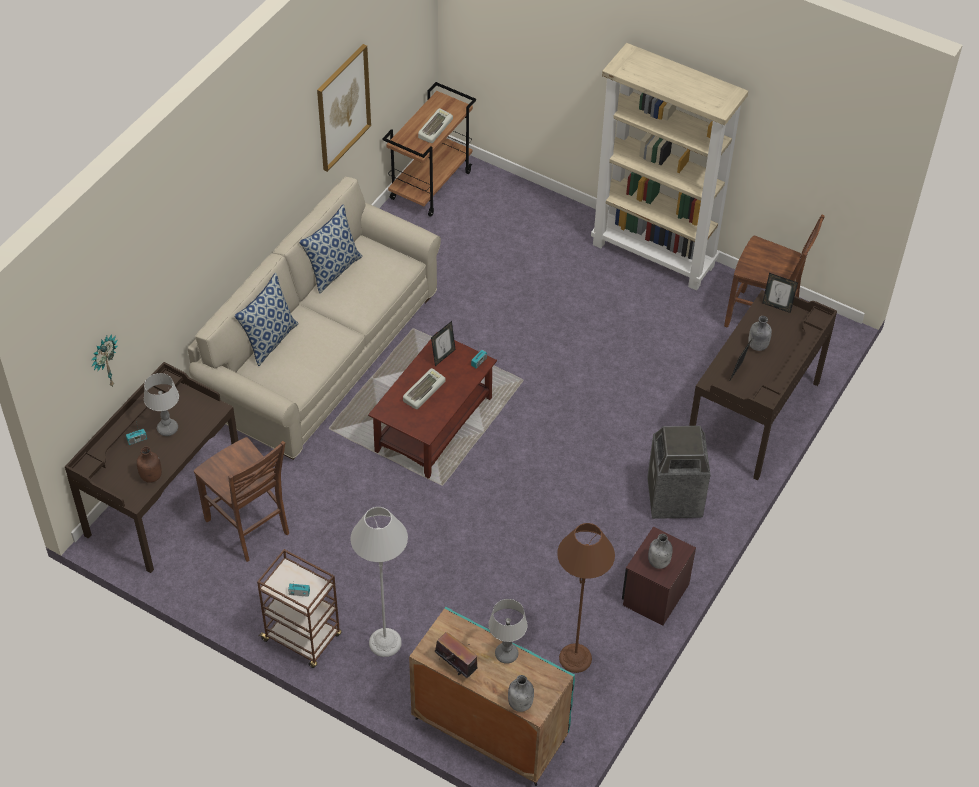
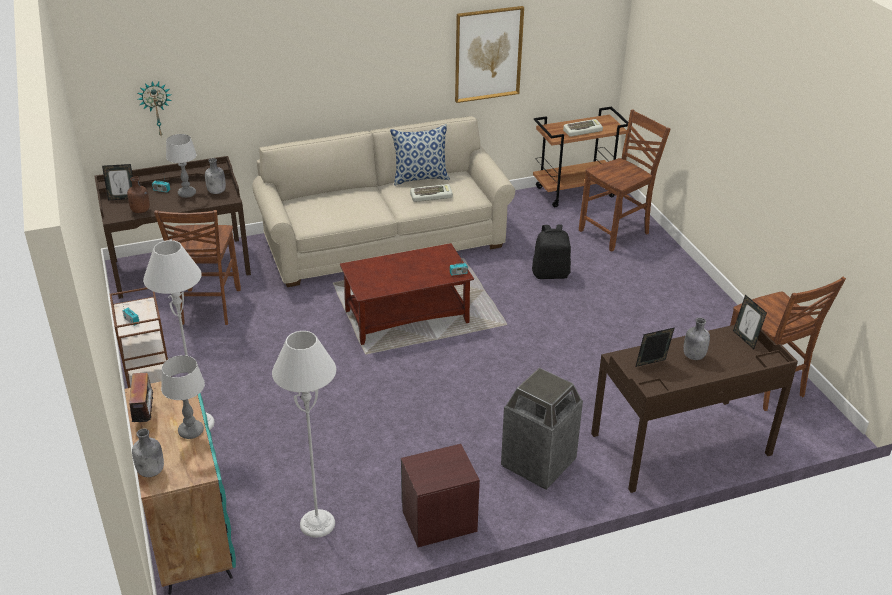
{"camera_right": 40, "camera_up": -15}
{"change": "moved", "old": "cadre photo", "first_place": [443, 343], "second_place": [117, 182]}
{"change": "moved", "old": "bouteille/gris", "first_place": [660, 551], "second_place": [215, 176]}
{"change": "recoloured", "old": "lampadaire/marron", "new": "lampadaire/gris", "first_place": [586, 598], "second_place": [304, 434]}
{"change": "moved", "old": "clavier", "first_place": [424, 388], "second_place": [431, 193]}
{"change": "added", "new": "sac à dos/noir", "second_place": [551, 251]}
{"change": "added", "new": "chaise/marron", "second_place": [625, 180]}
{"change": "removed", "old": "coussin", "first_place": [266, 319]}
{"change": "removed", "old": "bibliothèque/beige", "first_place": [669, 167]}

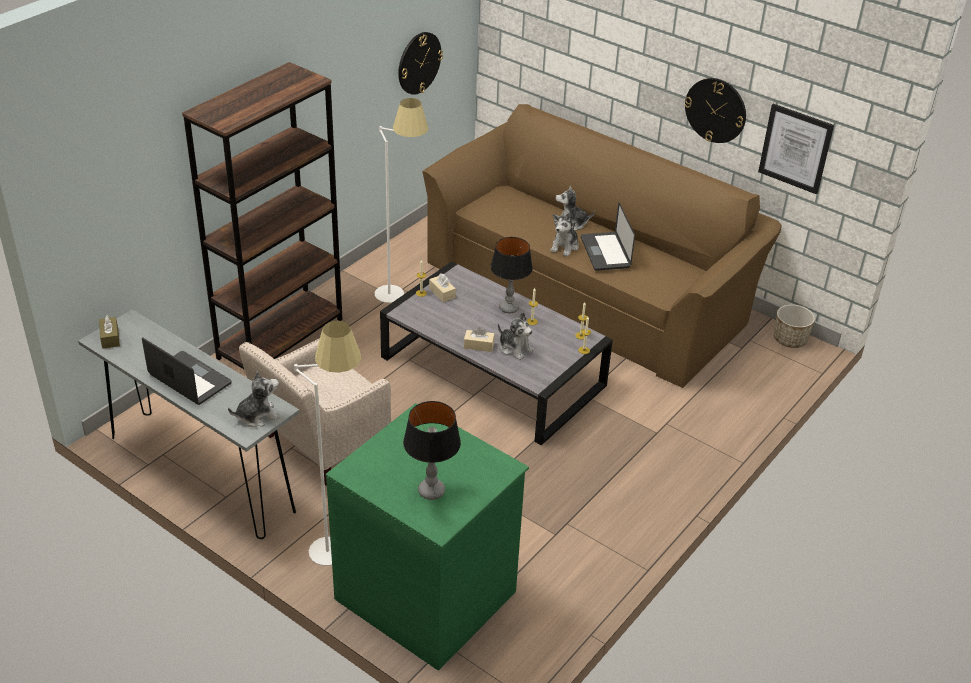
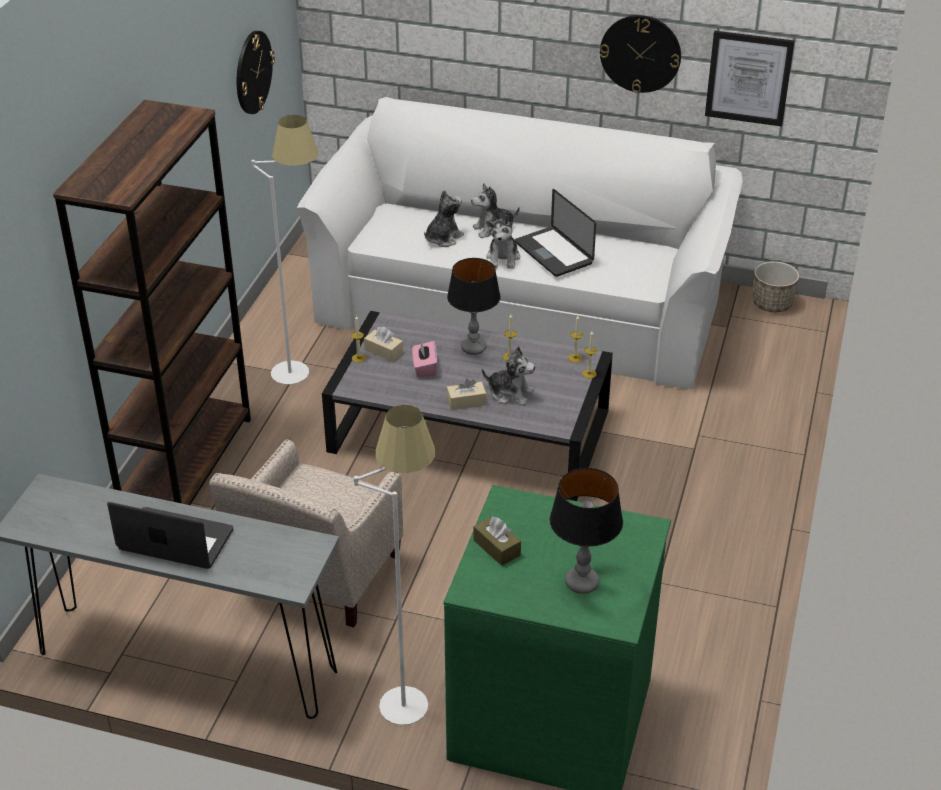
{"camera_right": -20, "camera_up": 0}
{"change": "recoloured", "old": "canapé/marron", "new": "canapé/blanc", "first_place": [602, 246], "second_place": [520, 243]}
{"change": "added", "new": "boîte à mouchoirs/rose", "second_place": [424, 359]}
{"change": "moved", "old": "peluche", "first_place": [254, 399], "second_place": [444, 218]}
{"change": "moved", "old": "boîte à mouchoirs/marron", "first_place": [109, 332], "second_place": [497, 541]}

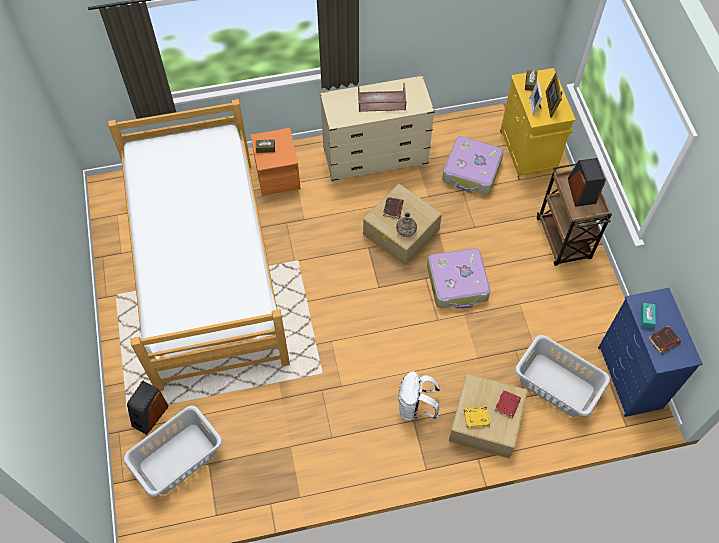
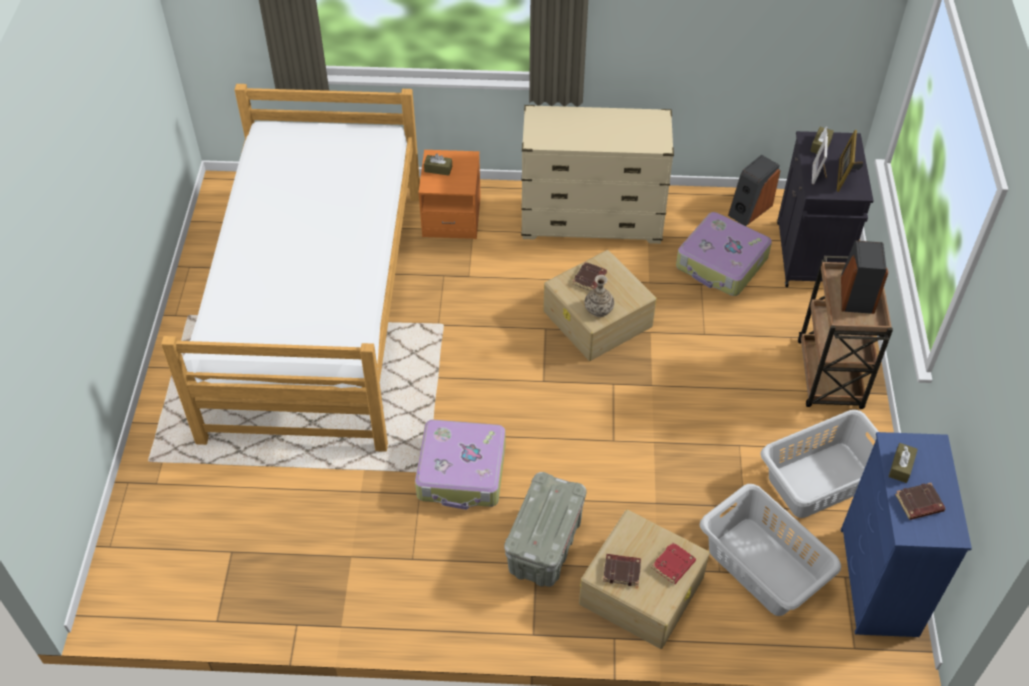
{"camera_right": 15, "camera_up": -10}
{"change": "moved", "old": "valise", "first_place": [458, 278], "second_place": [460, 465]}
{"change": "replaced", "old": "sac à dos/blanc", "new": "boîte de rangement/gris", "first_place": [419, 396], "second_place": [545, 529]}
{"change": "recoloured", "old": "livre/jaune", "new": "livre/marron", "first_place": [477, 417], "second_place": [622, 570]}
{"change": "moved", "old": "enceinte", "first_place": [148, 408], "second_place": [754, 190]}
{"change": "moved", "old": "panier à linge/gris", "first_place": [173, 451], "second_place": [820, 464]}
{"change": "recoloured", "old": "meuble de rangement/jaune", "new": "meuble de rangement/noir", "first_place": [538, 124], "second_place": [825, 209]}
{"change": "recoloured", "old": "boîte à mouchoirs/turquoise", "new": "boîte à mouchoirs/marron", "first_place": [648, 315], "second_place": [903, 463]}
{"change": "removed", "old": "plateau/marron", "first_place": [382, 97]}

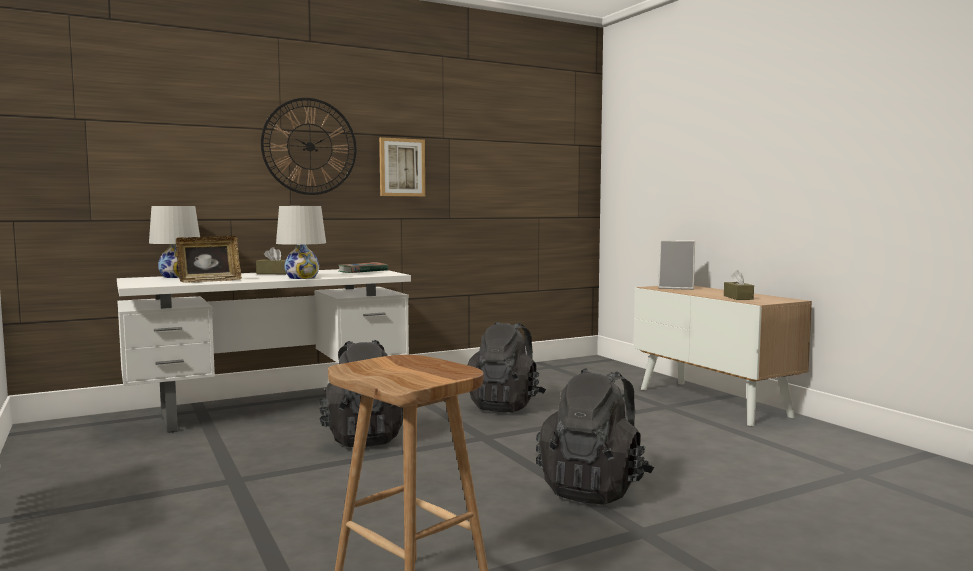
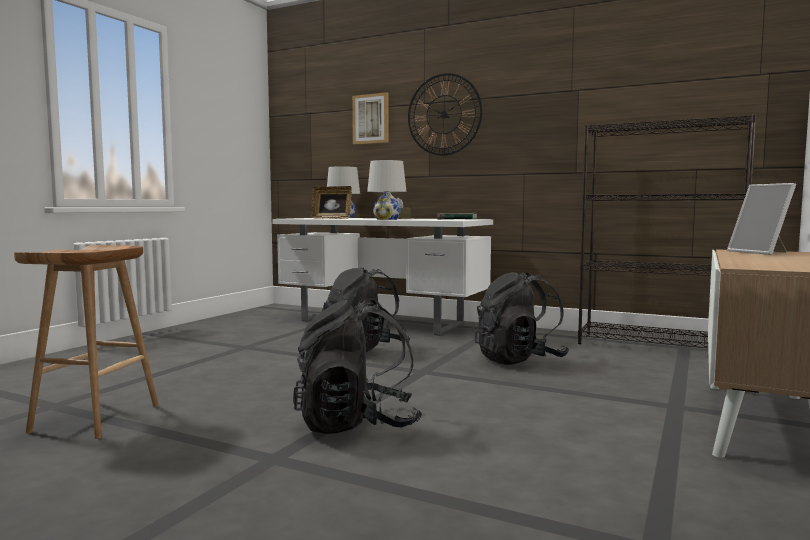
{"camera_right": 55, "camera_up": 0}
{"change": "moved", "old": "tableau", "first_place": [402, 167], "second_place": [370, 118]}
{"change": "added", "new": "bibliothèque/noir", "second_place": [667, 231]}
{"change": "removed", "old": "boîte à mouchoirs/marron", "first_place": [739, 285]}

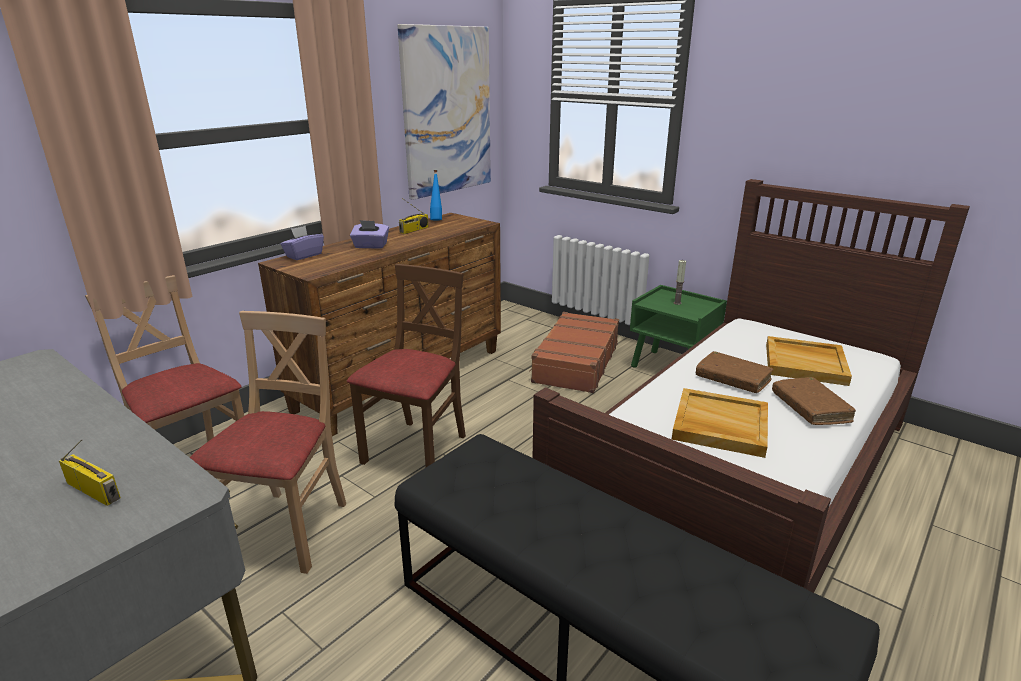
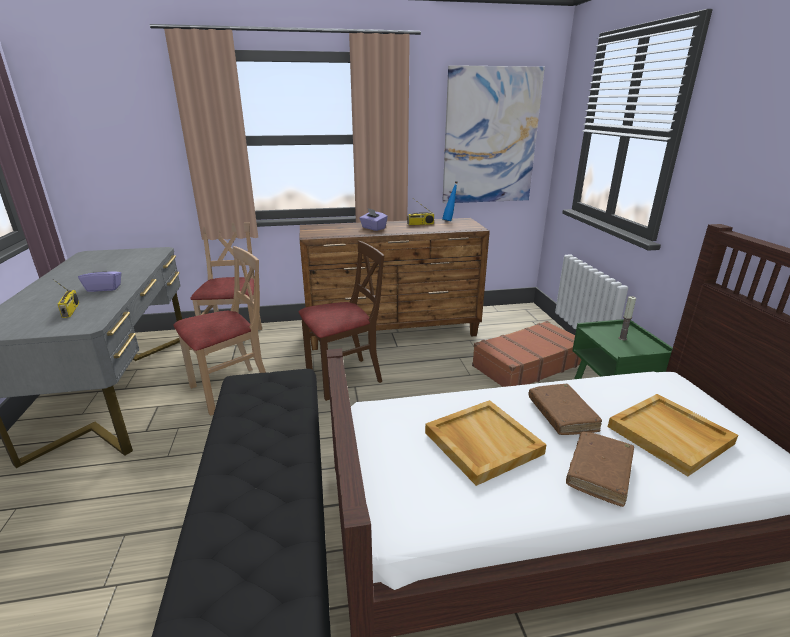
{"camera_right": 40, "camera_up": 0}
{"change": "moved", "old": "boîte à mouchoirs/violet", "first_place": [302, 243], "second_place": [100, 277]}

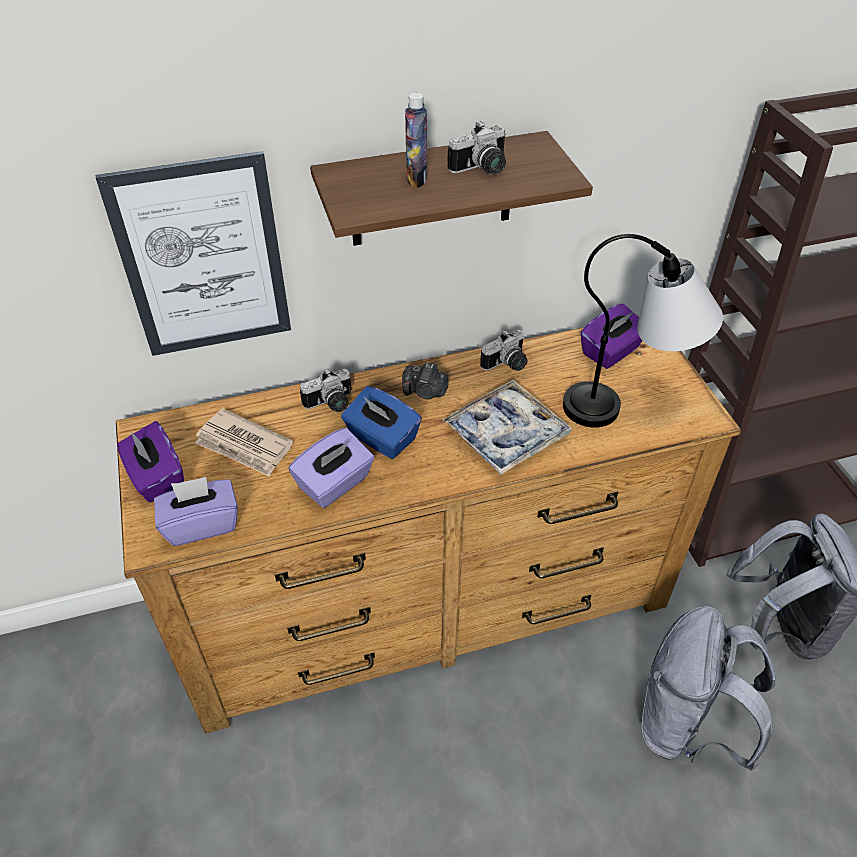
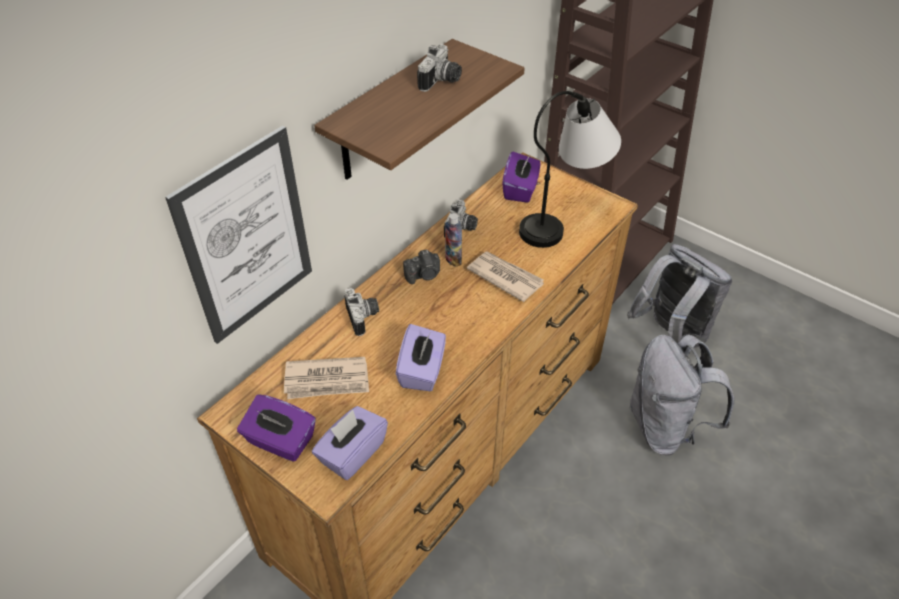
{"camera_right": -35, "camera_up": 0}
{"change": "turned", "old": "appareil photo", "first_place": [325, 390], "second_place": [361, 312], "degrees": -45}
{"change": "moved", "old": "bouteille", "first_place": [416, 140], "second_place": [453, 240]}
{"change": "replaced", "old": "plateau", "new": "journal", "first_place": [507, 427], "second_place": [505, 276]}
{"change": "removed", "old": "boîte à mouchoirs/bleu", "first_place": [381, 422]}

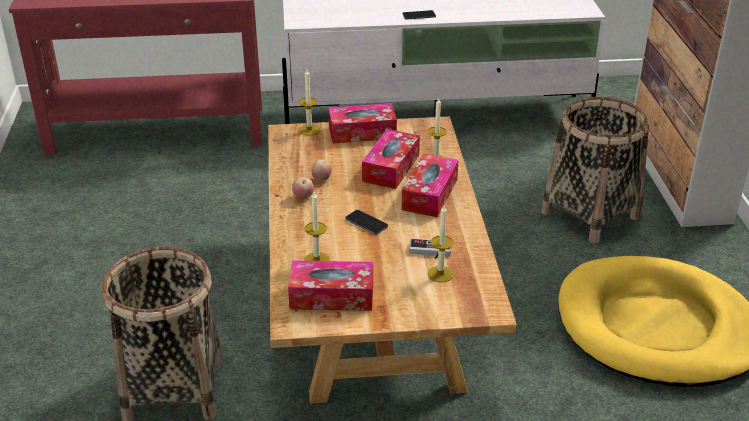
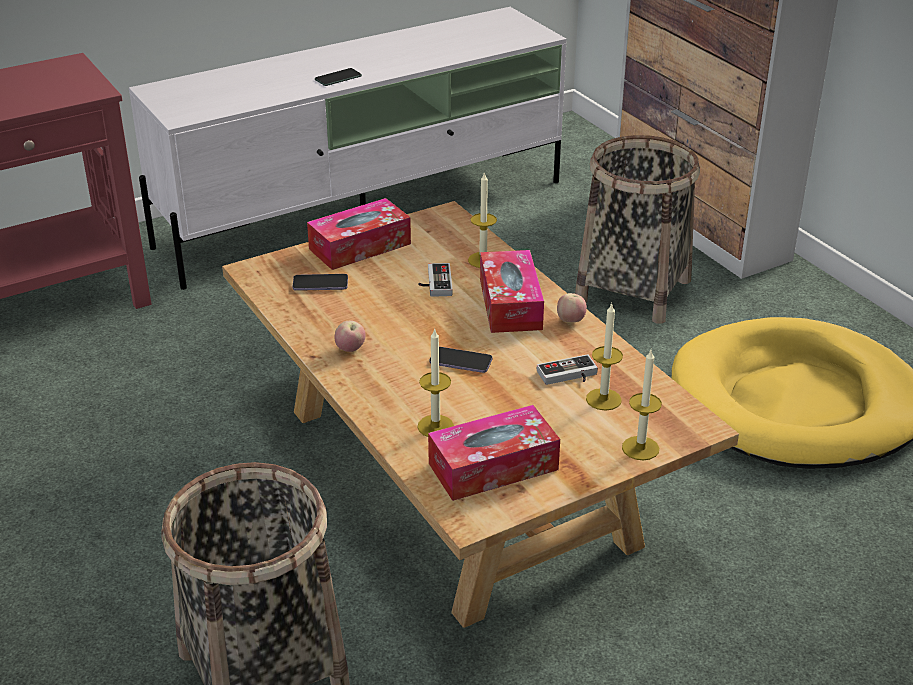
{"camera_right": -25, "camera_up": 0}
{"change": "added", "new": "téléphone", "second_place": [320, 282]}
{"change": "replaced", "old": "boîte à mouchoirs", "new": "manette", "first_place": [391, 159], "second_place": [436, 280]}
{"change": "moved", "old": "pomme", "first_place": [321, 170], "second_place": [572, 307]}
{"change": "moved", "old": "bougie", "first_place": [309, 103], "second_place": [642, 405]}

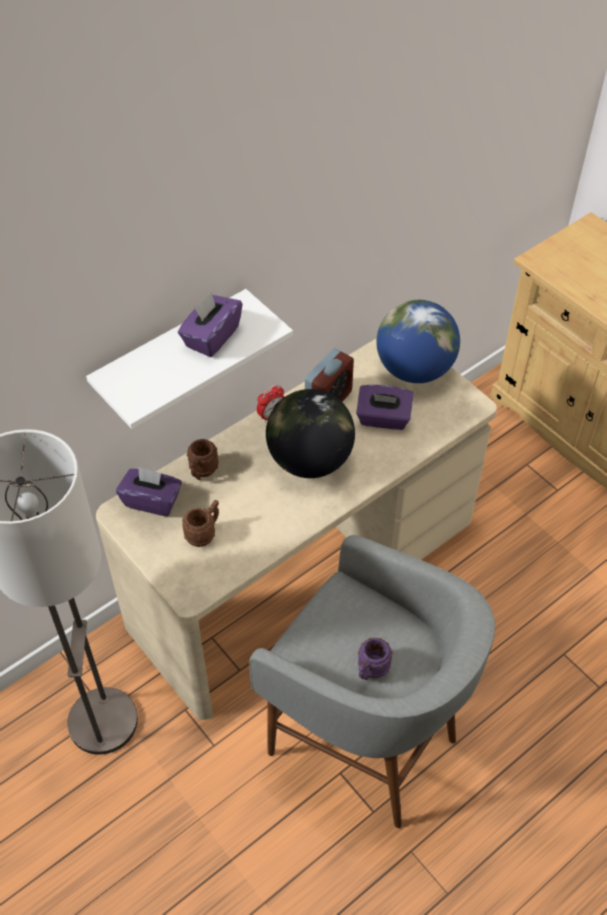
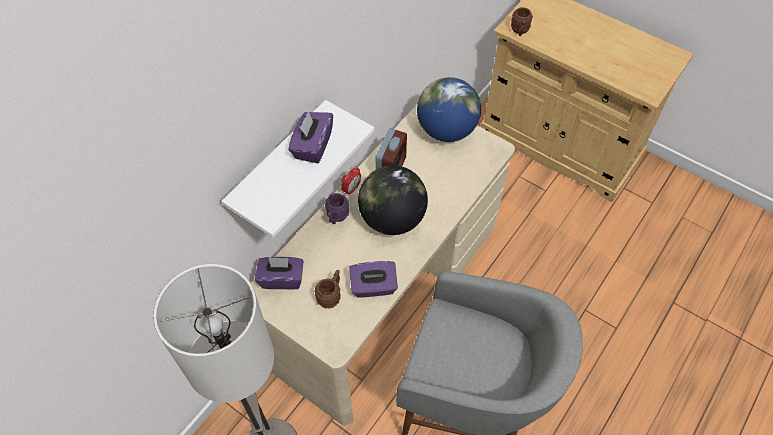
{"camera_right": -15, "camera_up": 5}
{"change": "moved", "old": "mug/violet", "first_place": [375, 659], "second_place": [337, 208]}
{"change": "moved", "old": "boîte à mouchoirs/violet", "first_place": [385, 407], "second_place": [373, 279]}
{"change": "moved", "old": "mug/marron", "first_place": [202, 459], "second_place": [522, 21]}

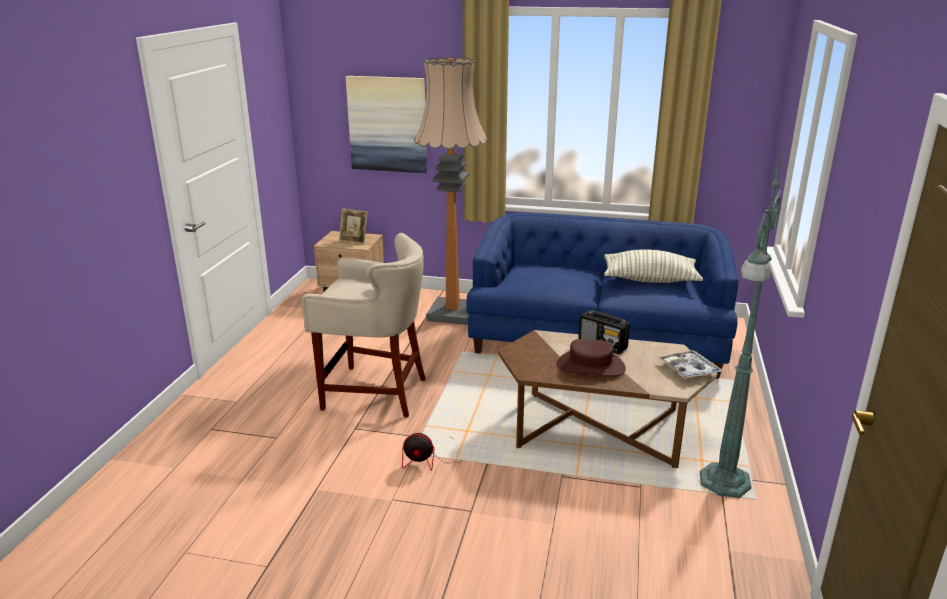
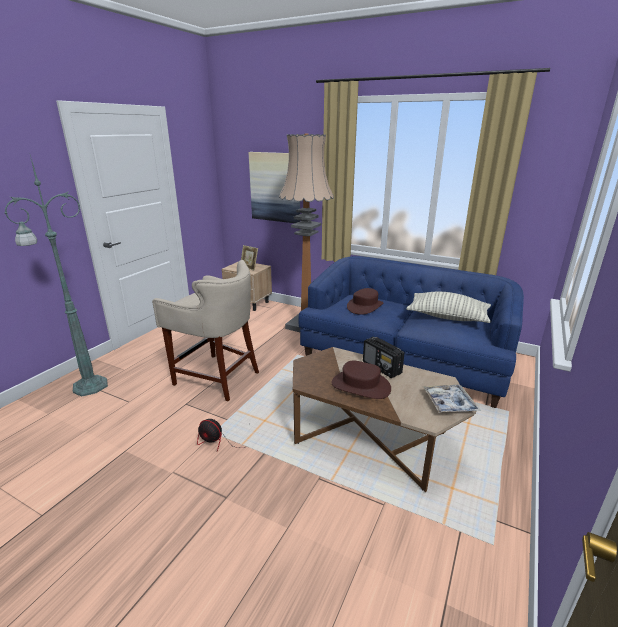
{"camera_right": 15, "camera_up": 0}
{"change": "moved", "old": "lampadaire/vert", "first_place": [741, 320], "second_place": [56, 276]}
{"change": "added", "new": "chapeau/marron", "second_place": [365, 301]}

